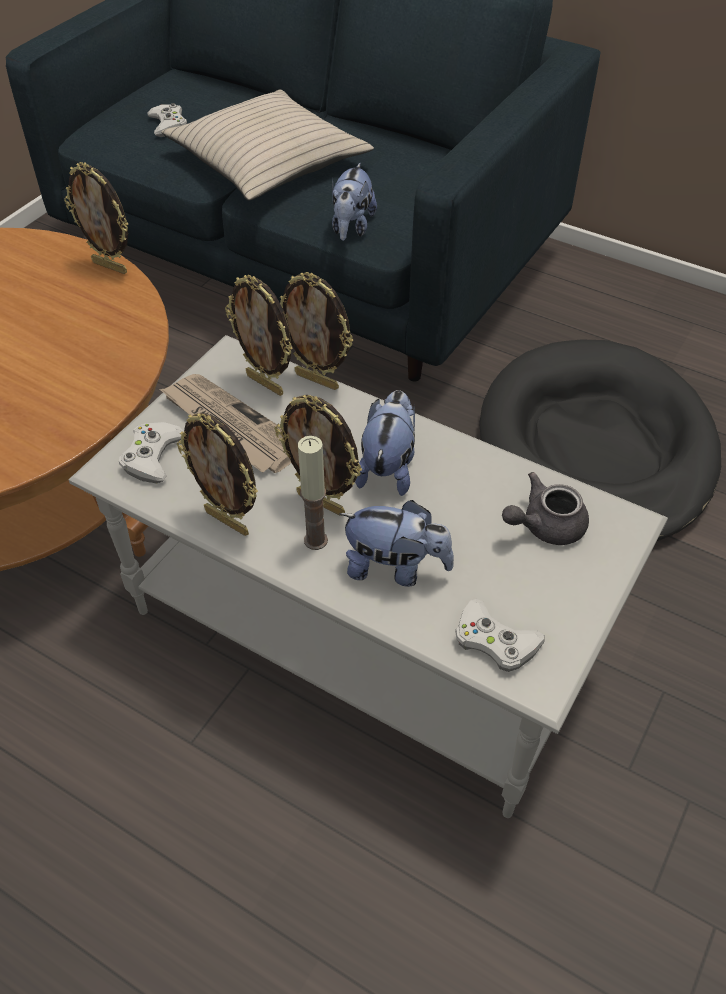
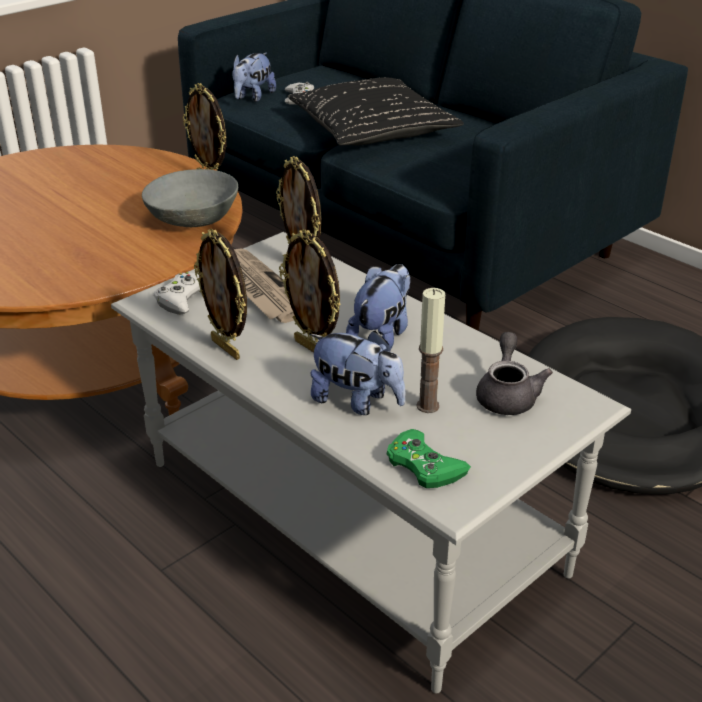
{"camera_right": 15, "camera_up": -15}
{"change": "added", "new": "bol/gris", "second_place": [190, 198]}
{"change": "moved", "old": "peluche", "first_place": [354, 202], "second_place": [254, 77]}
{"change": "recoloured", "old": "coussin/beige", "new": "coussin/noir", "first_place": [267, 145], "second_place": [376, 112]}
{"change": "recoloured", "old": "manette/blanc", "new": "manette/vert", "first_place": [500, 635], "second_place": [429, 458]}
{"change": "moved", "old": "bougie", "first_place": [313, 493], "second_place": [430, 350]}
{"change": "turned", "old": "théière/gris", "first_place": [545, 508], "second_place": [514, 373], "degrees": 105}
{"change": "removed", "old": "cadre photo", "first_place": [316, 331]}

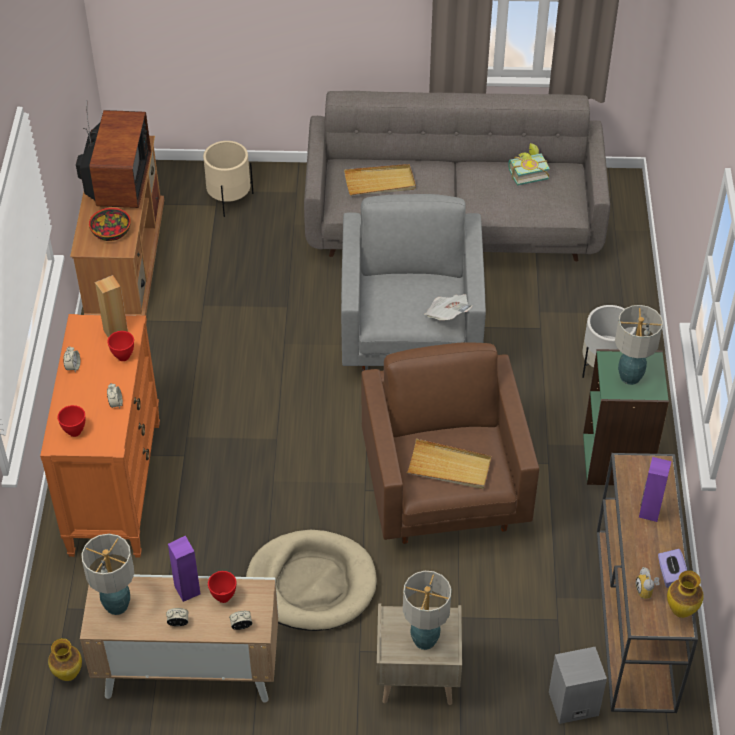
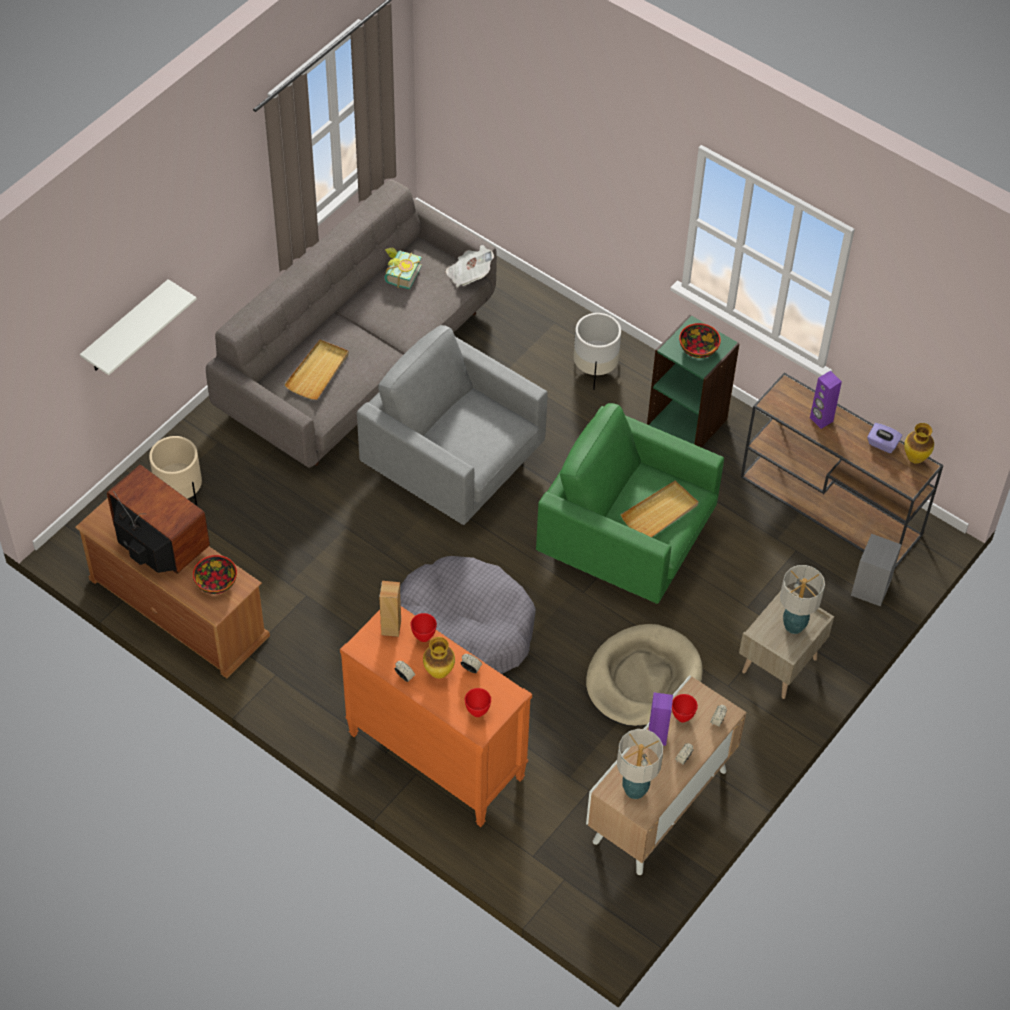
{"camera_right": -55, "camera_up": 5}
{"change": "added", "new": "étagère/blanc", "second_place": [138, 327]}
{"change": "added", "new": "panier pour chien/gris", "second_place": [468, 615]}
{"change": "moved", "old": "vase", "first_place": [65, 659], "second_place": [439, 658]}
{"change": "moved", "old": "journal", "first_place": [448, 307], "second_place": [470, 266]}
{"change": "recoloured", "old": "fauteuil/marron", "new": "fauteuil/vert", "first_place": [450, 443], "second_place": [630, 503]}
{"change": "replaced", "old": "lampe de table", "new": "bol", "first_place": [639, 345], "second_place": [700, 340]}
{"change": "removed", "old": "réveil", "first_place": [648, 583]}

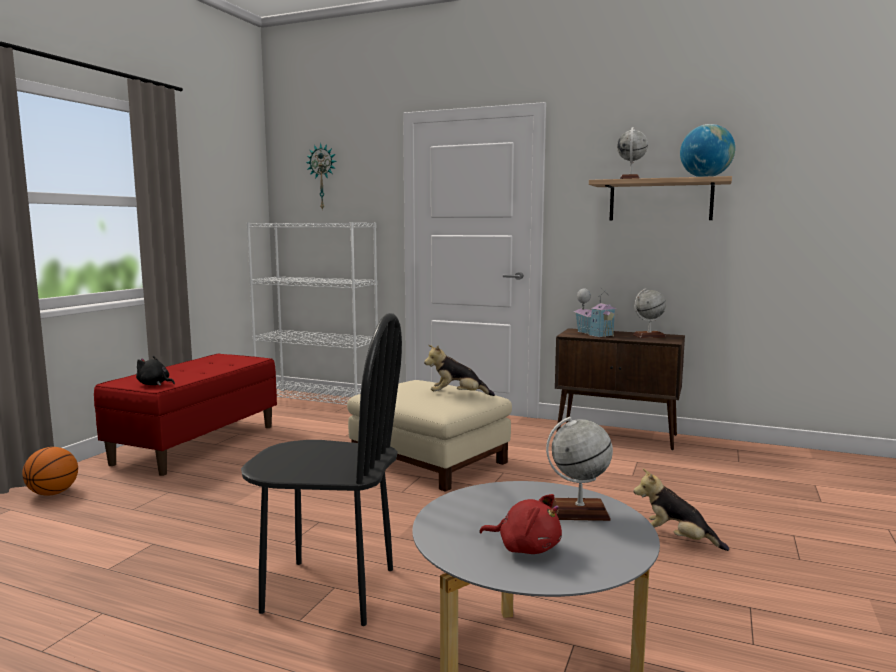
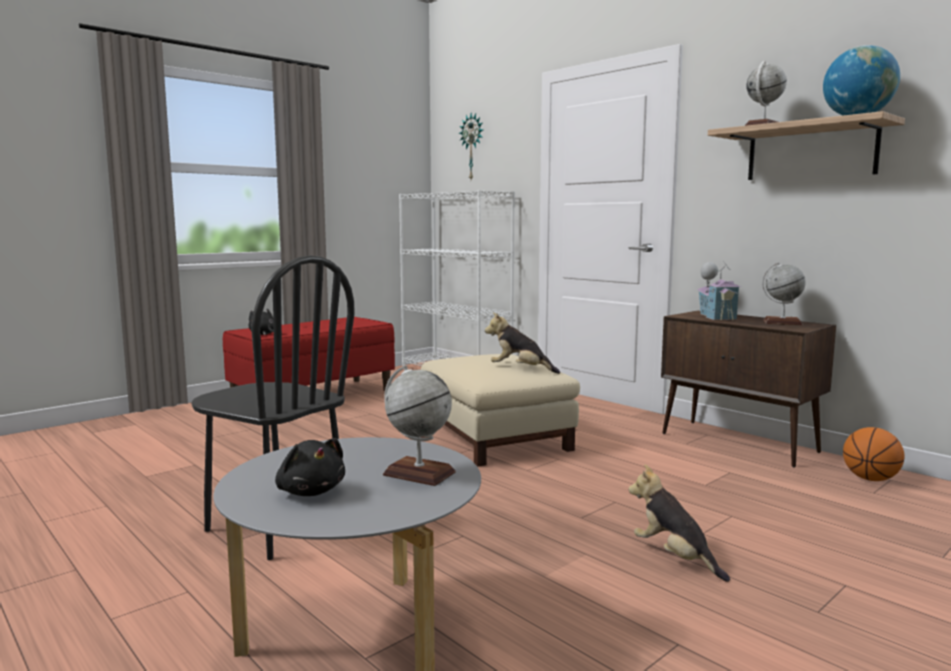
{"camera_right": 25, "camera_up": 0}
{"change": "recoloured", "old": "peluche/rouge", "new": "peluche/noir", "first_place": [520, 524], "second_place": [310, 467]}
{"change": "moved", "old": "ballon de basket", "first_place": [50, 471], "second_place": [874, 454]}

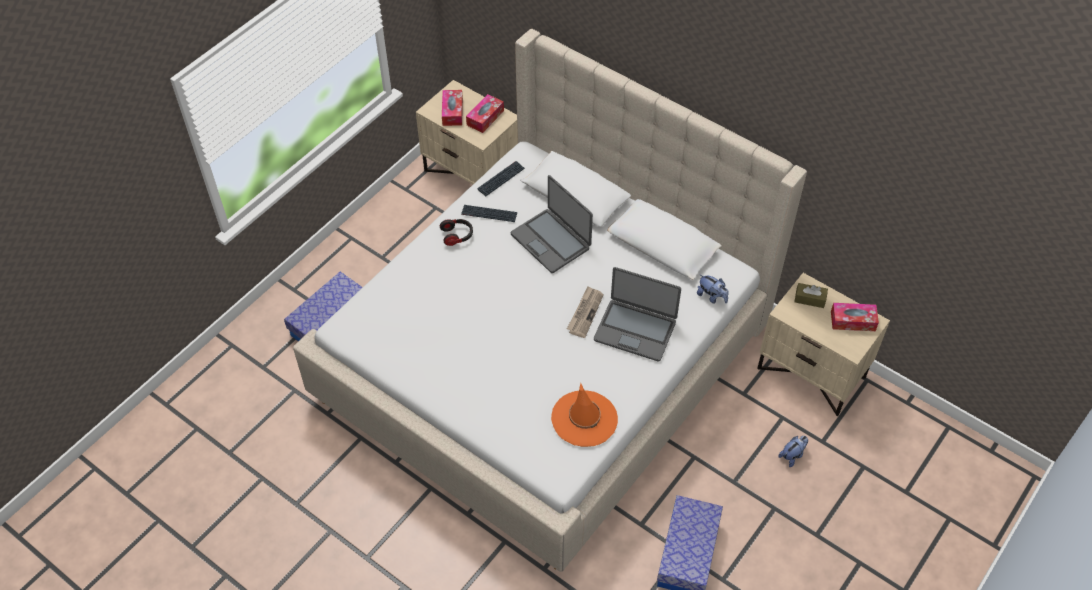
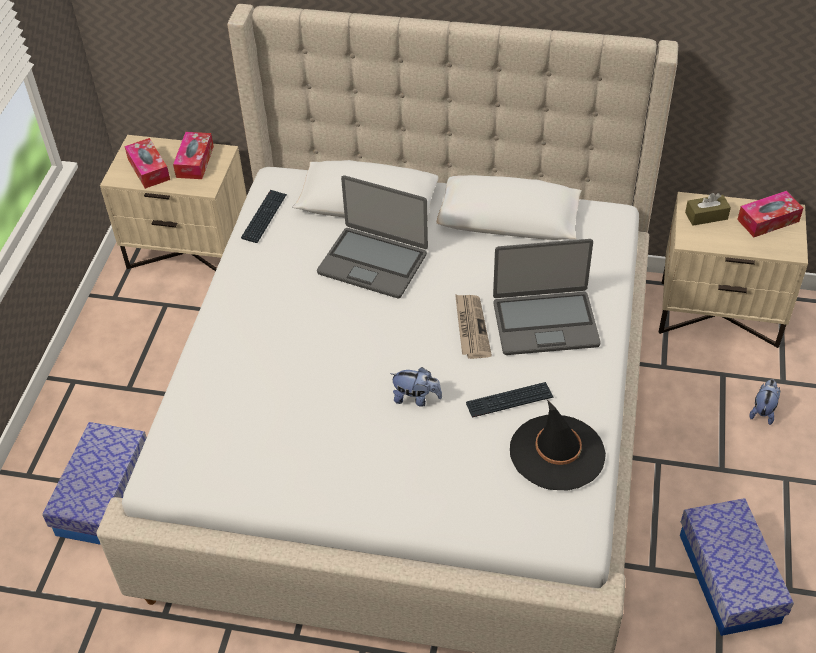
{"camera_right": -25, "camera_up": -5}
{"change": "moved", "old": "peluche", "first_place": [712, 289], "second_place": [416, 387]}
{"change": "moved", "old": "clavier", "first_place": [489, 213], "second_place": [509, 400]}
{"change": "recoloured", "old": "chapeau/orange", "new": "chapeau/noir", "first_place": [584, 415], "second_place": [558, 445]}
{"change": "removed", "old": "casque audio", "first_place": [456, 232]}

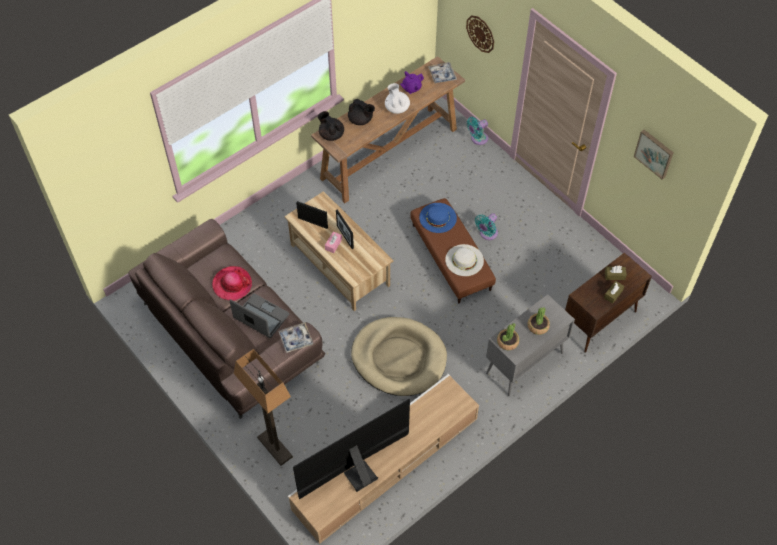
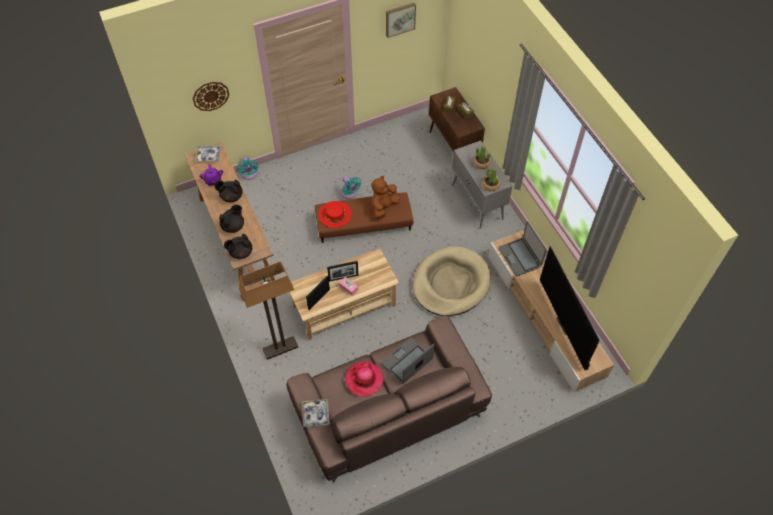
{"camera_right": -75, "camera_up": 0}
{"change": "recoloured", "old": "théière/blanc", "new": "théière/noir", "first_place": [397, 98], "second_place": [228, 191]}
{"change": "moved", "old": "lampadaire", "first_place": [263, 407], "second_place": [268, 310]}
{"change": "moved", "old": "plateau", "first_place": [296, 337], "second_place": [316, 413]}
{"change": "recoloured", "old": "chapeau/bleu", "new": "chapeau/rouge", "first_place": [438, 218], "second_place": [335, 214]}
{"change": "replaced", "old": "chapeau/blanc", "new": "peluche/marron", "first_place": [464, 260], "second_place": [385, 197]}
{"change": "added", "new": "ordinateur portable", "second_place": [522, 249]}

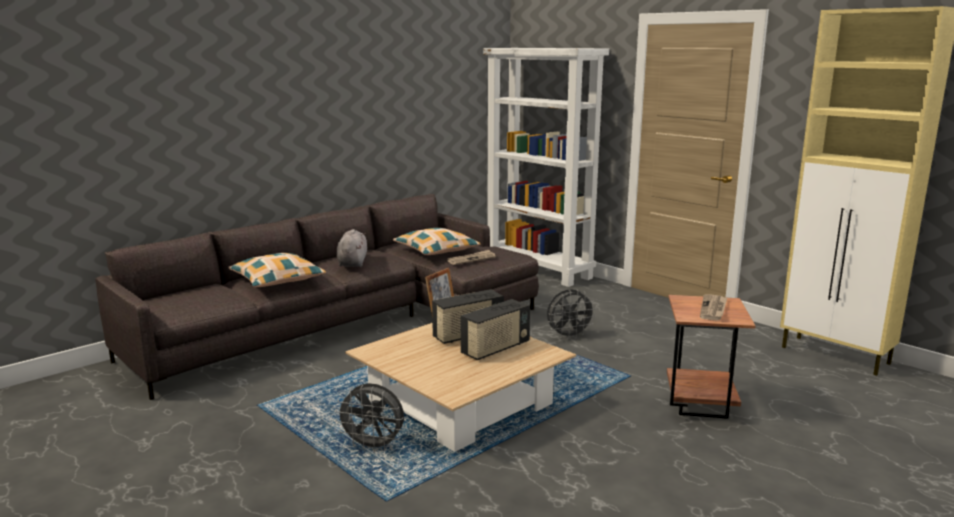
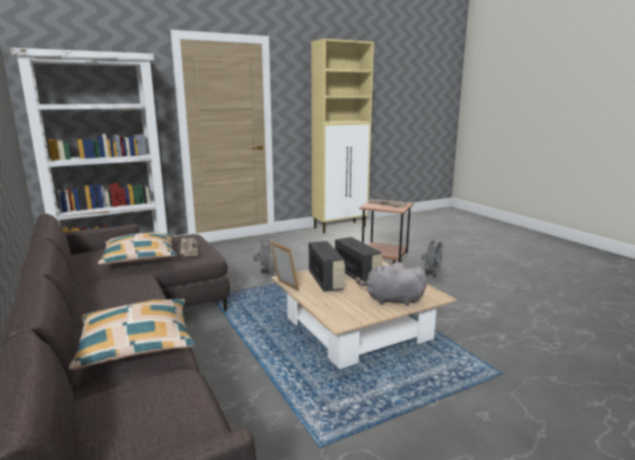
{"camera_right": -75, "camera_up": 0}
{"change": "moved", "old": "peluche/gris", "first_place": [352, 248], "second_place": [391, 284]}
{"change": "moved", "old": "ventilateur/gris", "first_place": [369, 417], "second_place": [433, 259]}

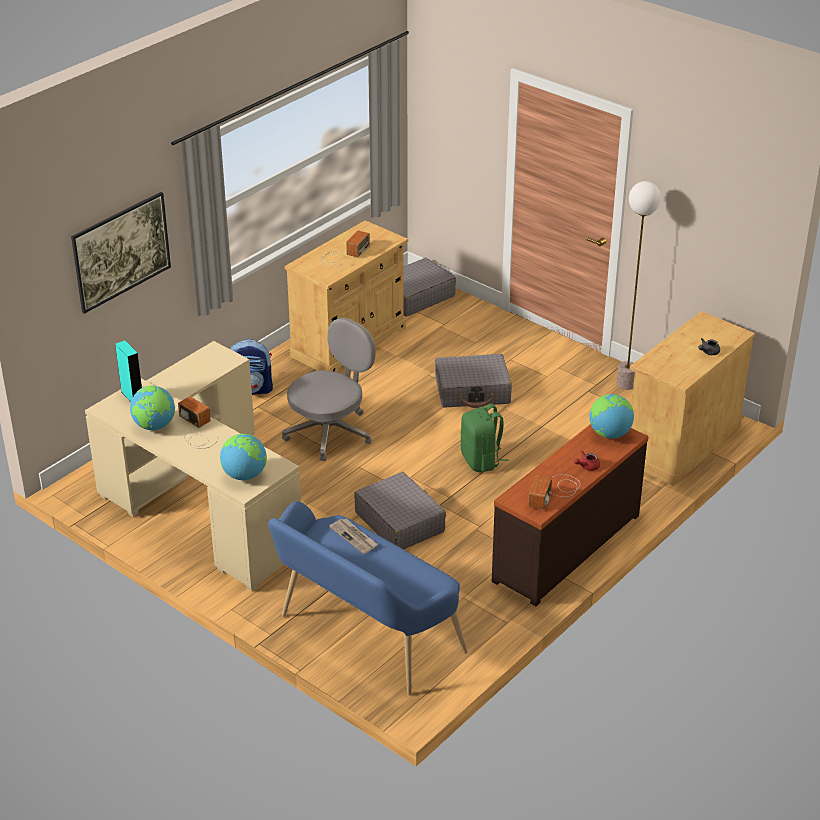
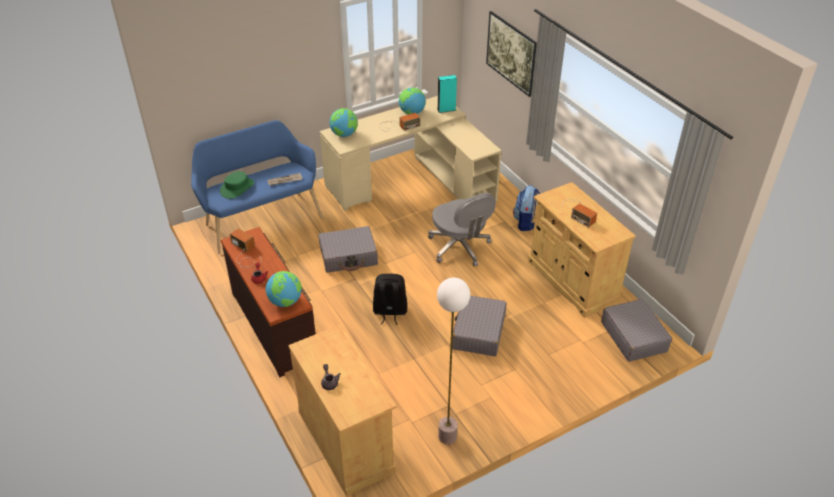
{"camera_right": 110, "camera_up": 5}
{"change": "added", "new": "chapeau/vert", "second_place": [237, 185]}
{"change": "recoloured", "old": "sac à dos/vert", "new": "sac à dos/noir", "first_place": [484, 437], "second_place": [390, 299]}

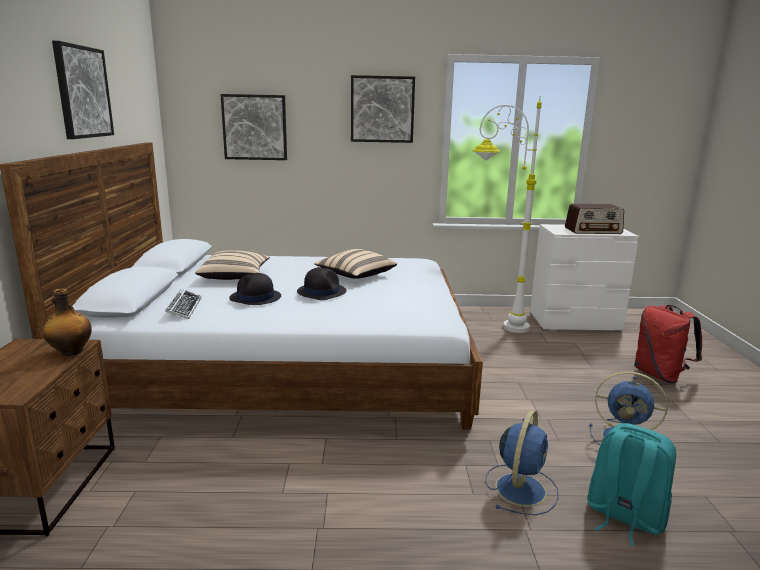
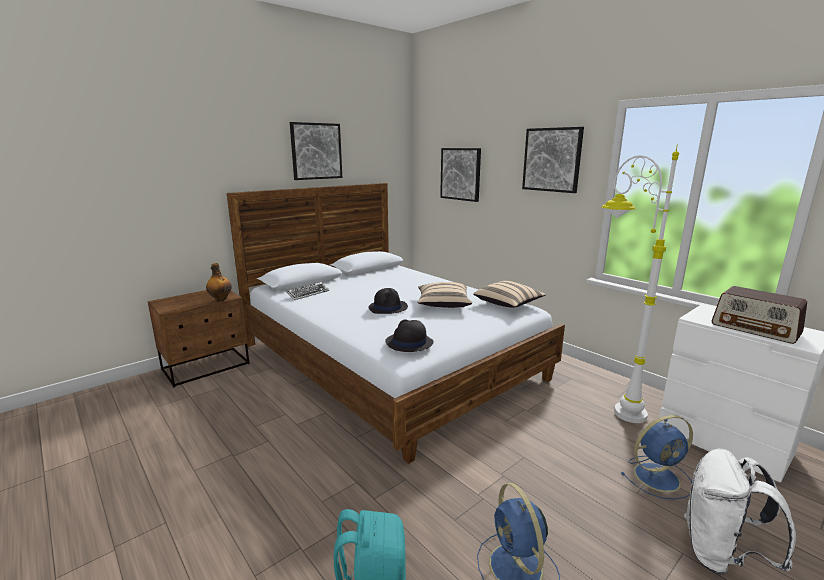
{"camera_right": 50, "camera_up": 0}
{"change": "moved", "old": "chapeau/noir", "first_place": [255, 289], "second_place": [409, 335]}
{"change": "moved", "old": "coussin/beige", "first_place": [232, 265], "second_place": [509, 294]}
{"change": "moved", "old": "ventilateur/bleu", "first_place": [522, 462], "second_place": [657, 457]}
{"change": "recoloured", "old": "sac à dos/rouge", "new": "sac à dos/blanc", "first_place": [668, 344], "second_place": [740, 511]}

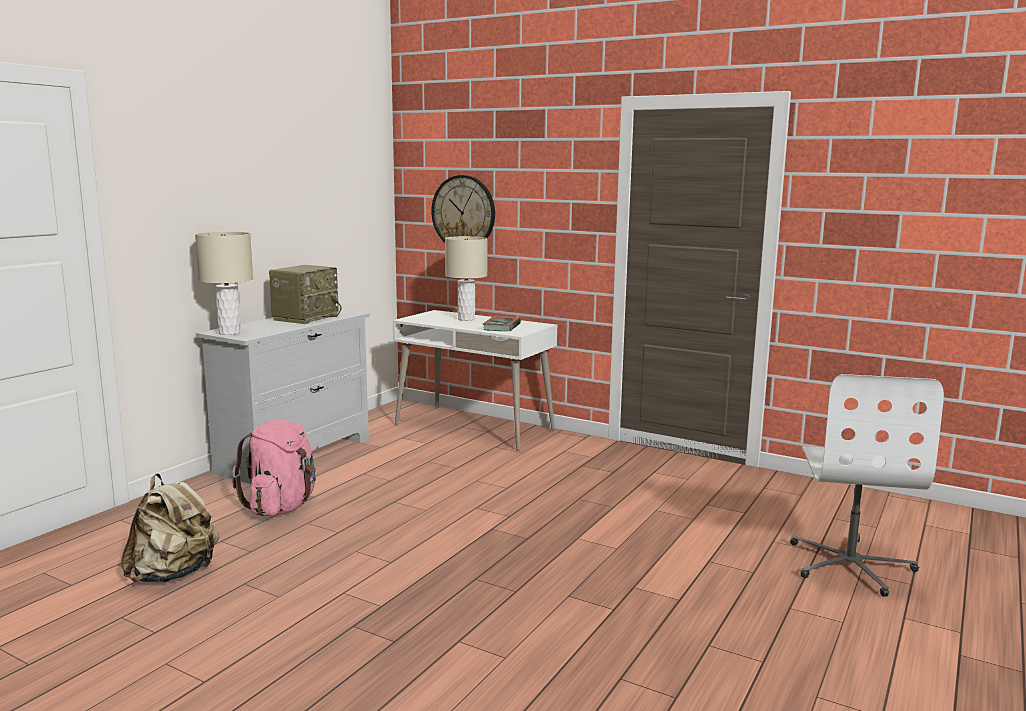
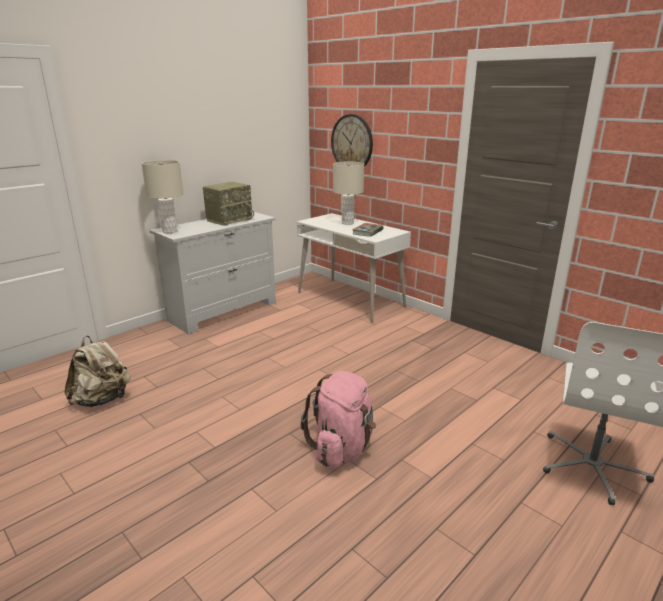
{"camera_right": 15, "camera_up": 10}
{"change": "moved", "old": "sac à dos/rose", "first_place": [274, 468], "second_place": [338, 419]}

